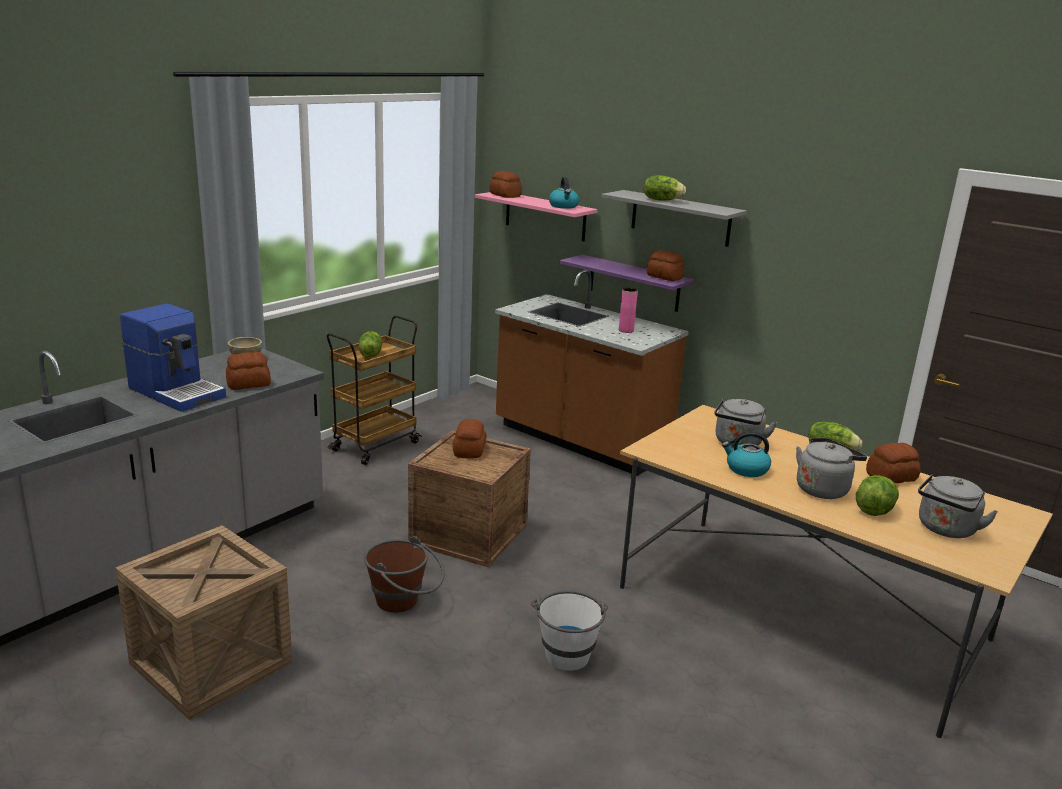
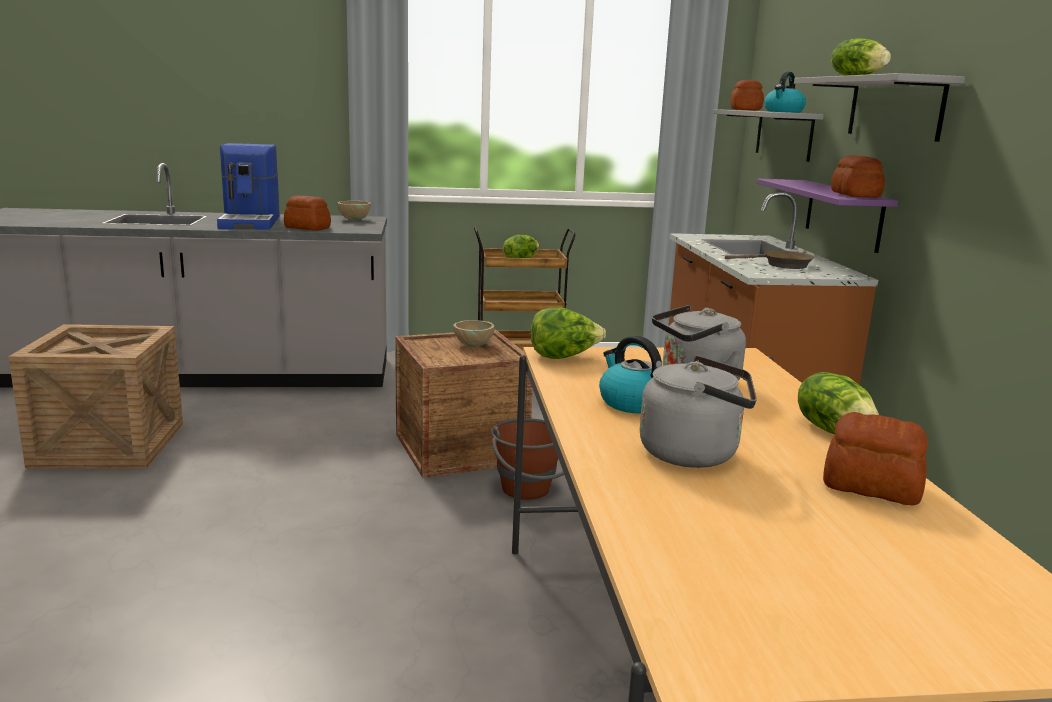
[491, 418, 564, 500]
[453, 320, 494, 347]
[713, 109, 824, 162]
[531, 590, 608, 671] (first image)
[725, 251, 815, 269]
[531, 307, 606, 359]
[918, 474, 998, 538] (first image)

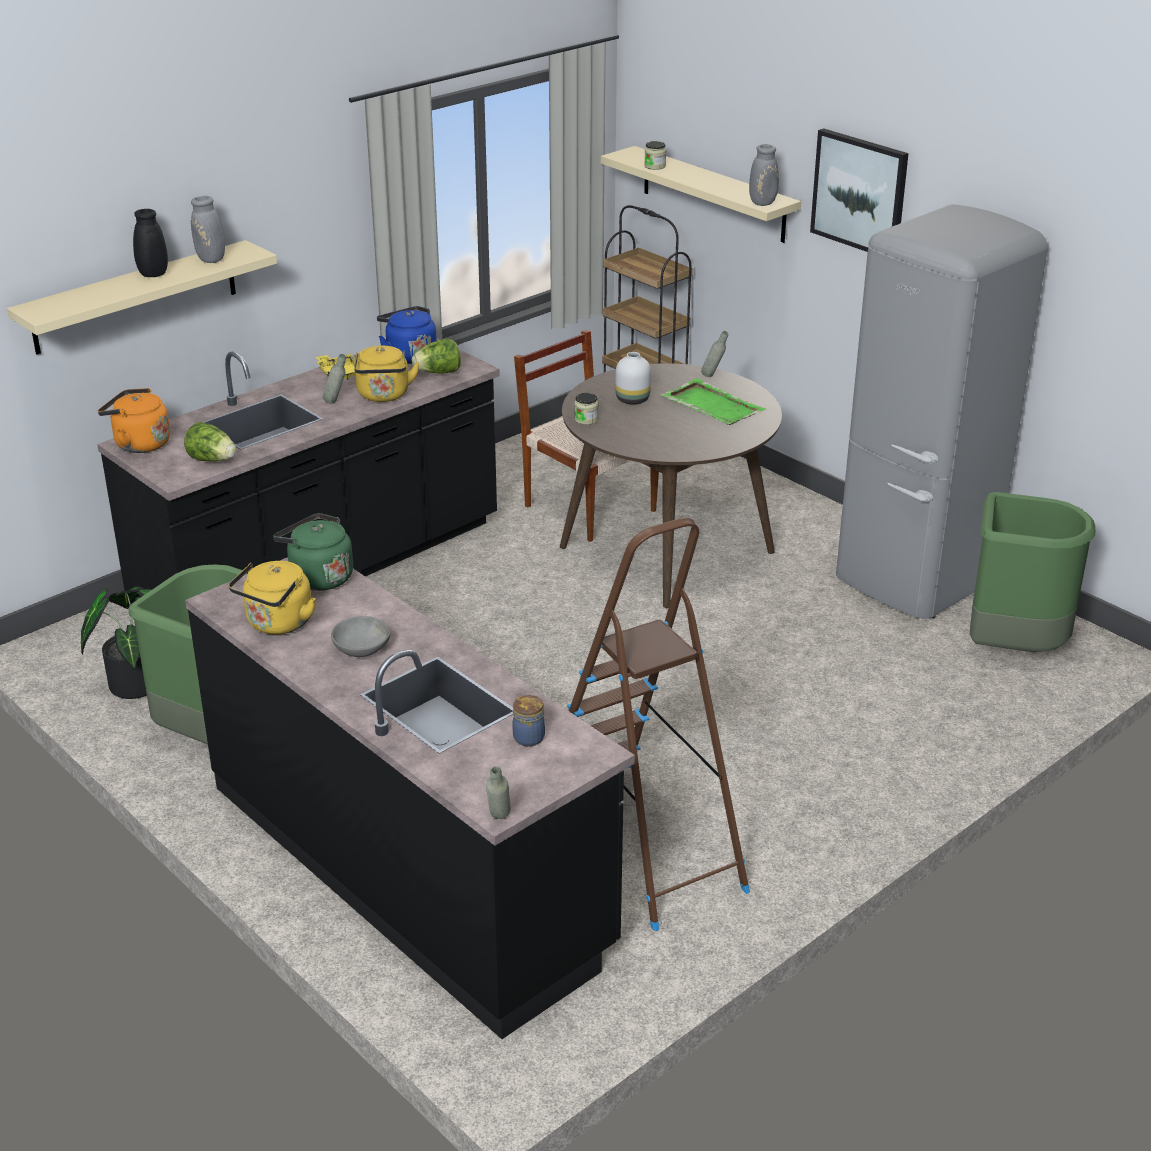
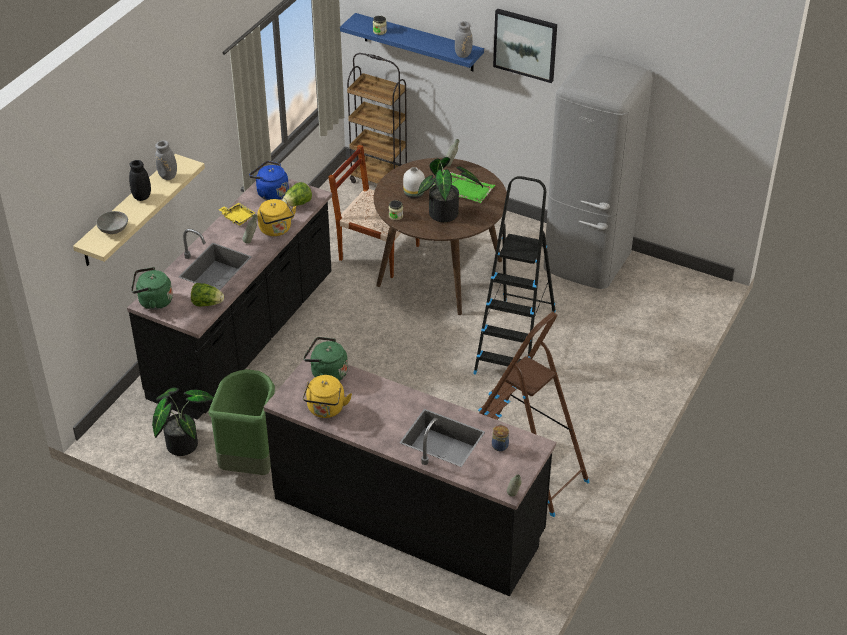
[131, 267, 173, 310]
[96, 211, 128, 234]
[340, 13, 484, 71]
[970, 492, 1095, 652] (first image)
[417, 157, 483, 222]
[474, 176, 556, 375]

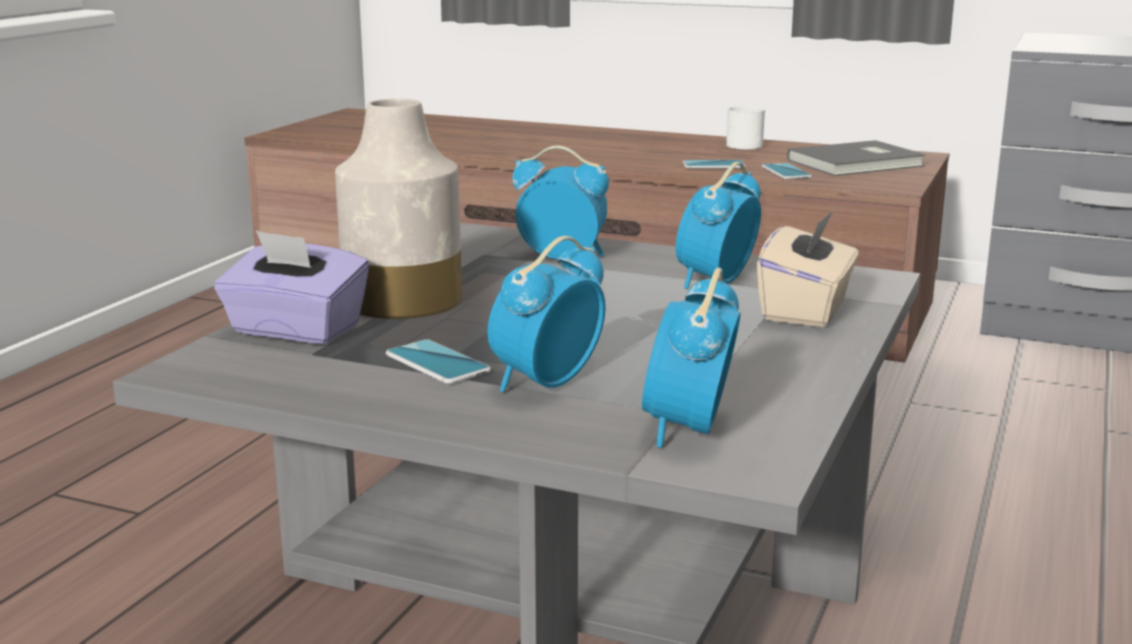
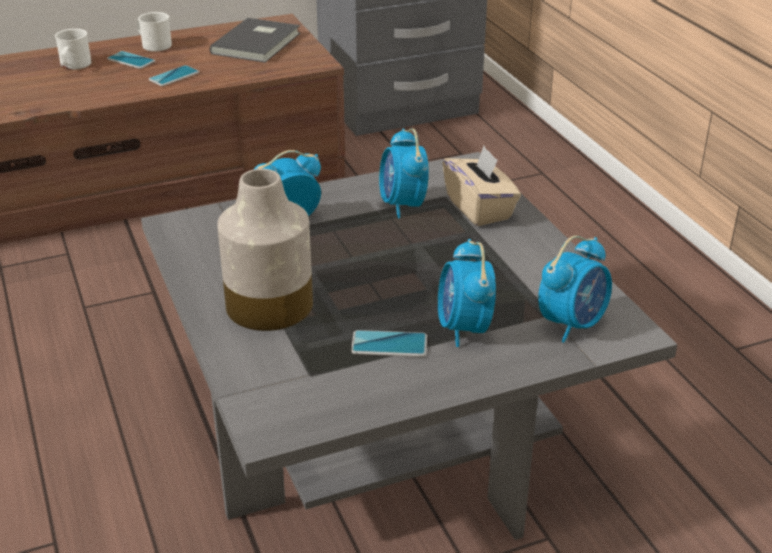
[214, 230, 369, 344] (first image)
[538, 236, 612, 343]
[107, 51, 155, 69]
[55, 29, 91, 70]

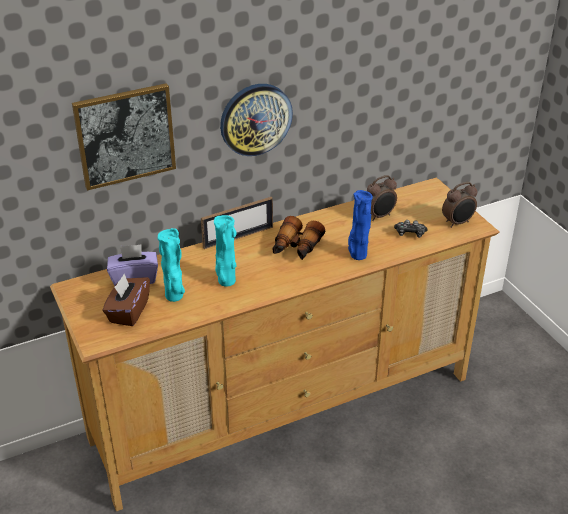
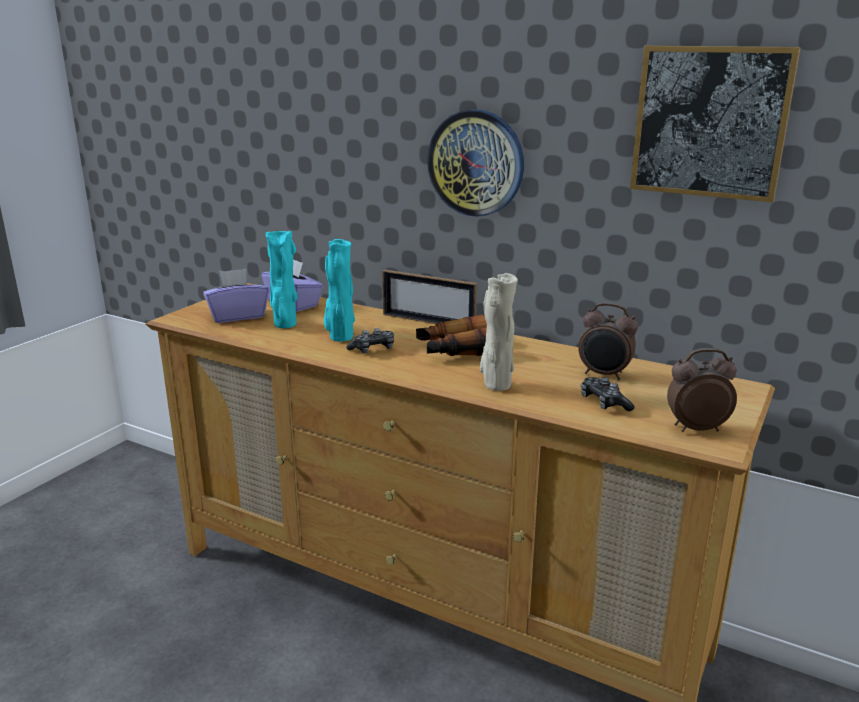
[630, 46, 801, 202]
[203, 269, 269, 323]
[480, 273, 518, 391]
[667, 348, 737, 432]
[347, 328, 394, 353]

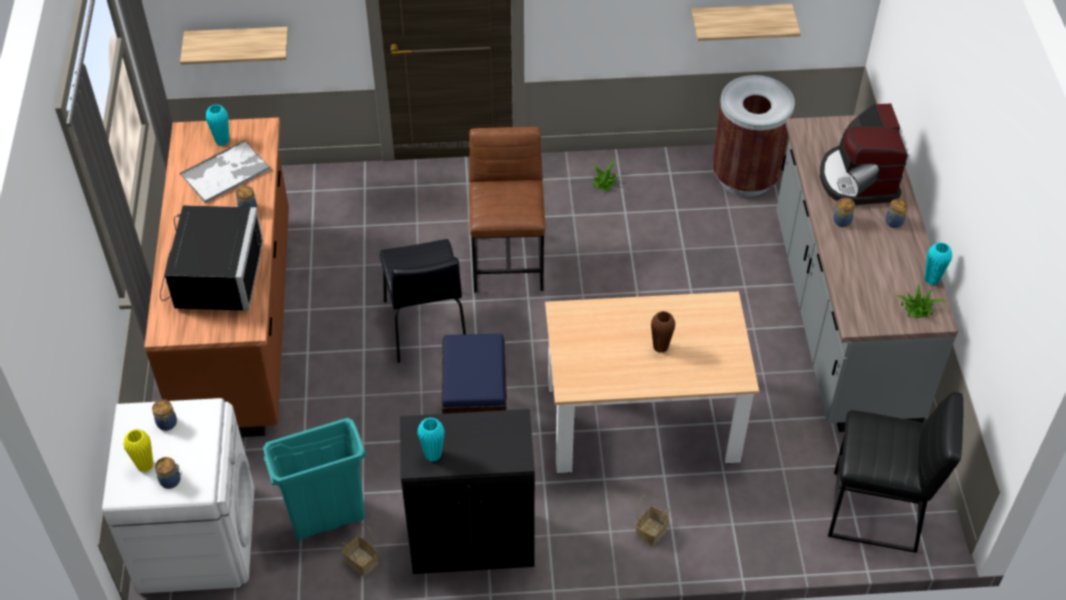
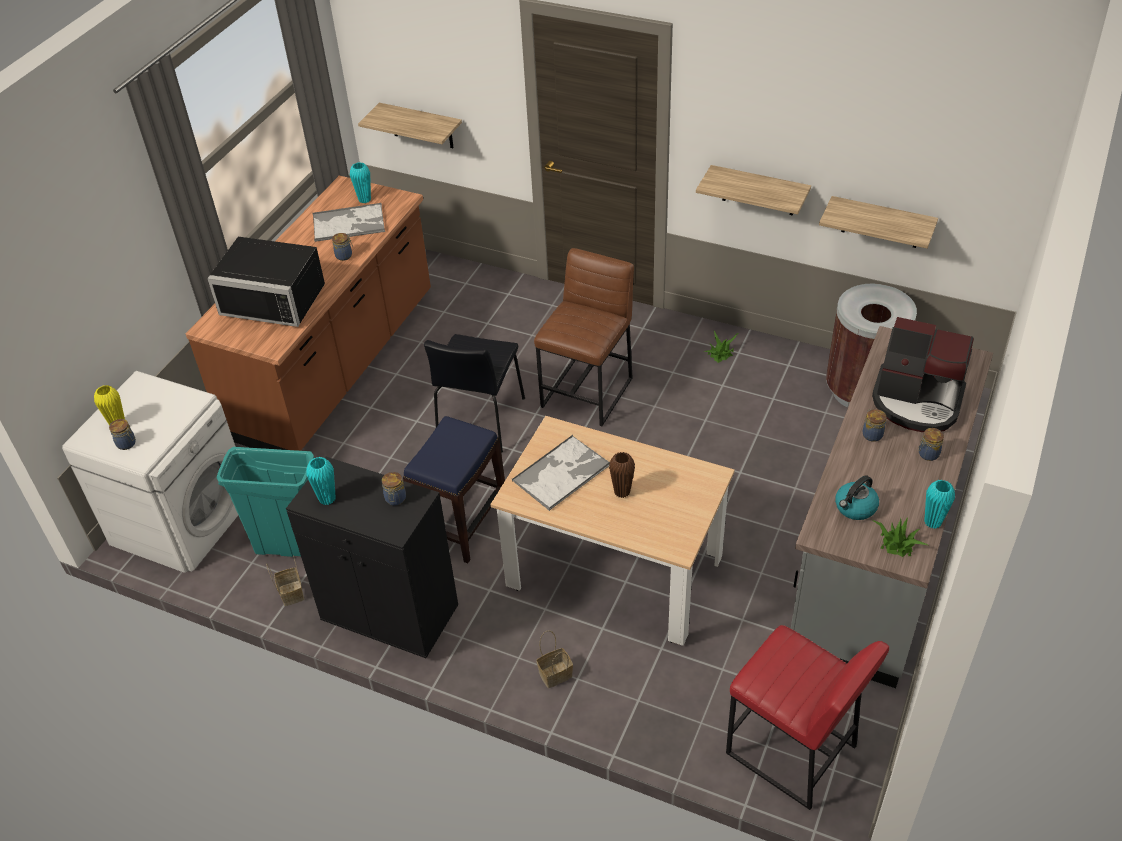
[382, 472, 406, 506]
[207, 237, 325, 327]
[872, 317, 974, 432]
[726, 625, 889, 810]
[512, 435, 610, 511]
[696, 165, 811, 216]
[835, 475, 879, 520]

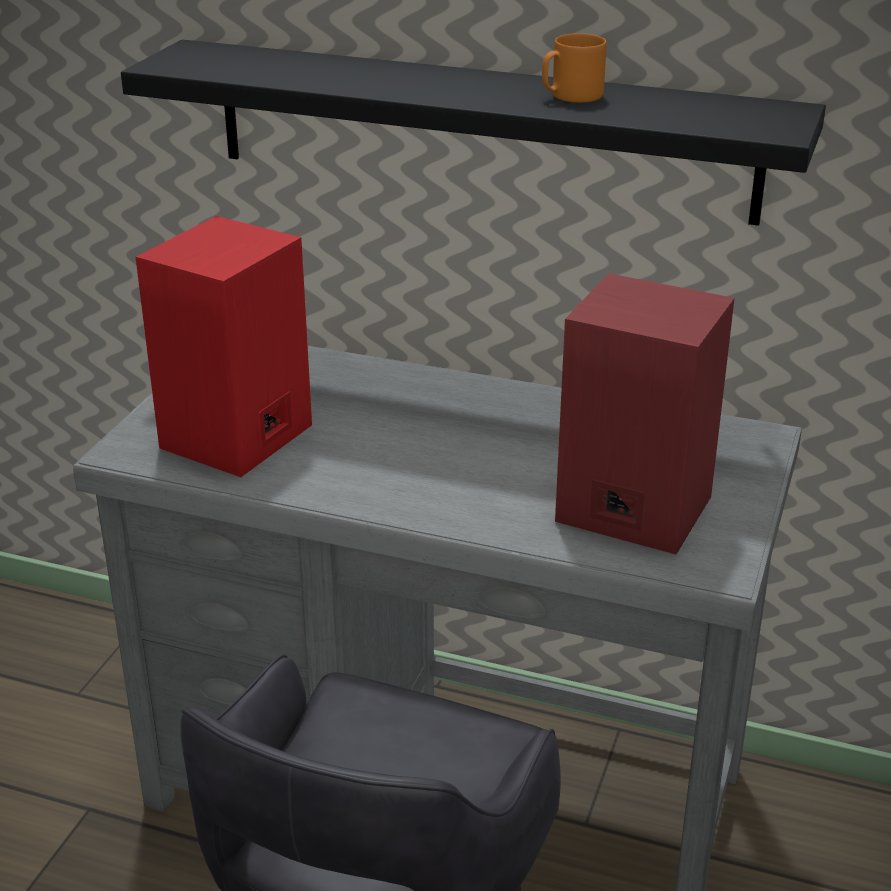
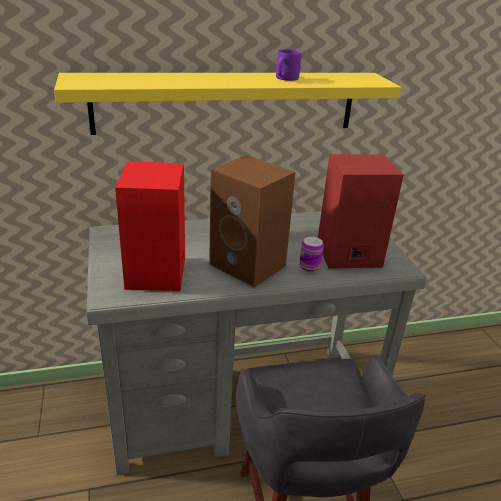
[54, 73, 401, 135]
[276, 49, 302, 81]
[209, 155, 296, 287]
[299, 236, 324, 272]

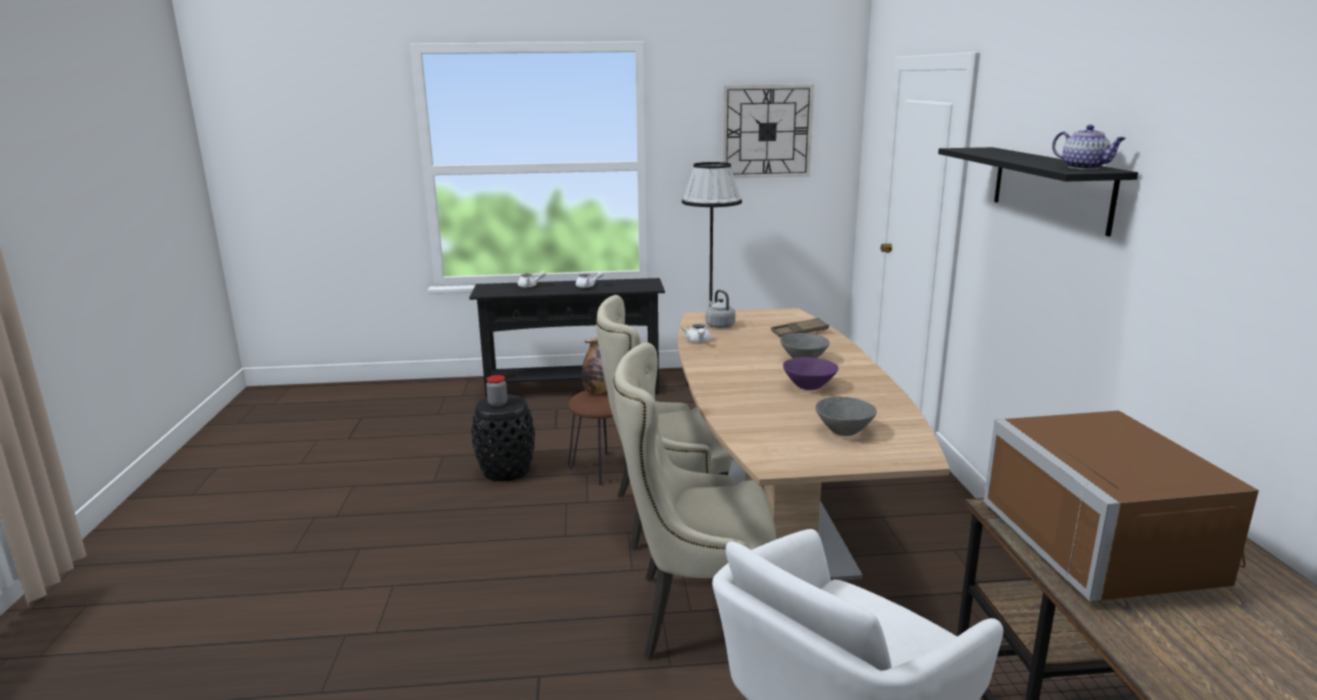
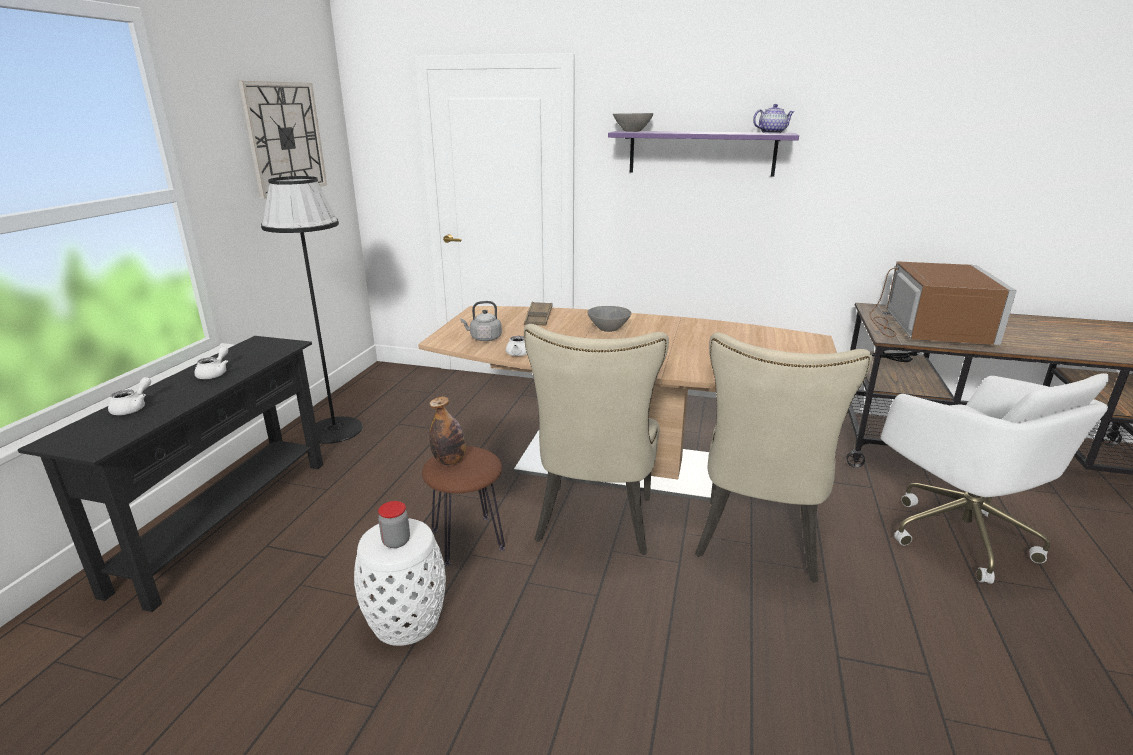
[354, 518, 446, 646]
[783, 357, 838, 390] (first image)
[613, 113, 653, 132]
[608, 131, 799, 177]
[870, 261, 1017, 345]

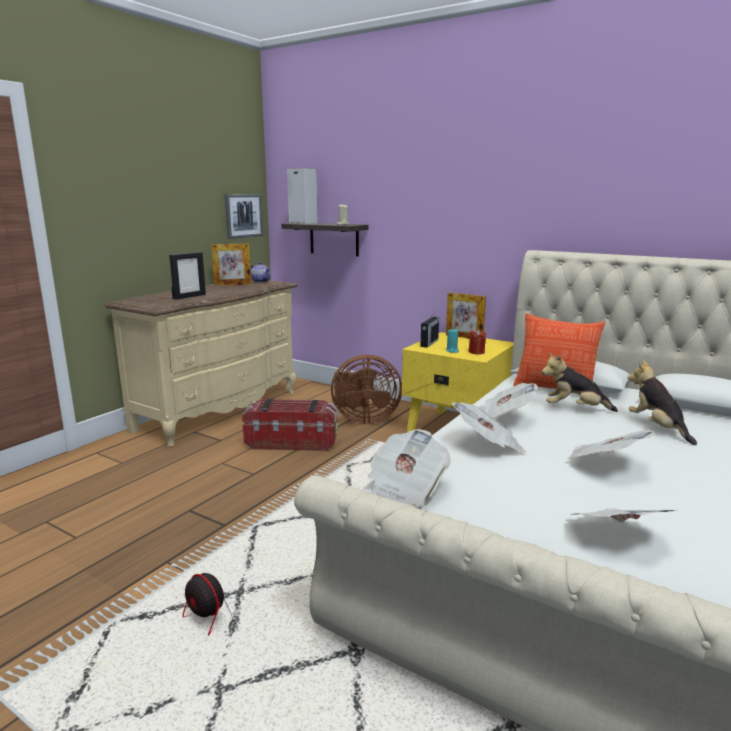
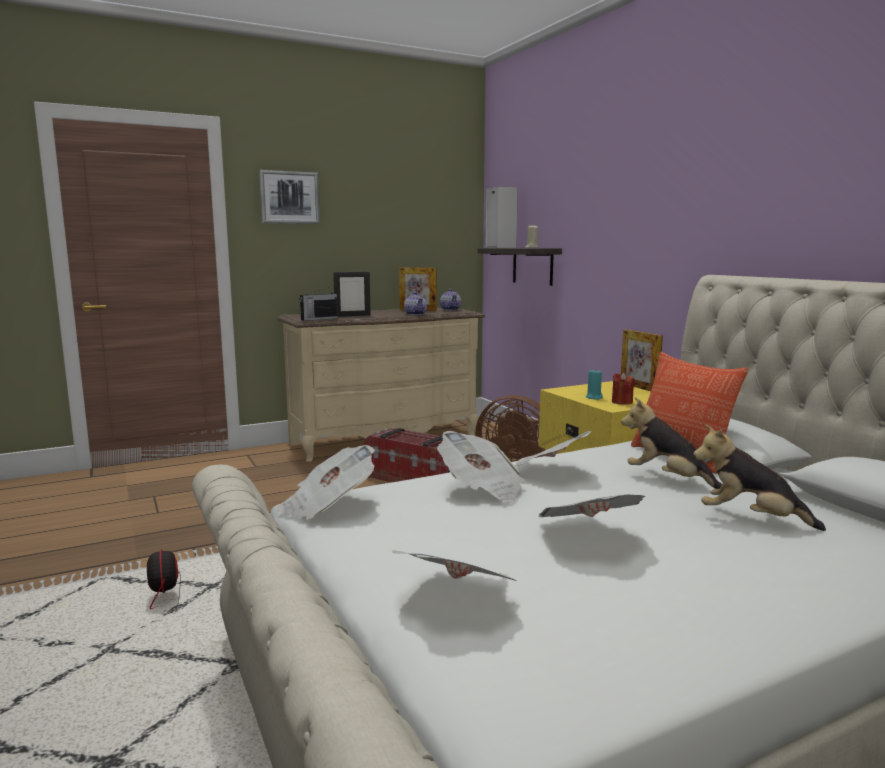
[259, 170, 320, 224]
[299, 287, 338, 321]
[693, 424, 826, 531]
[404, 292, 427, 315]

